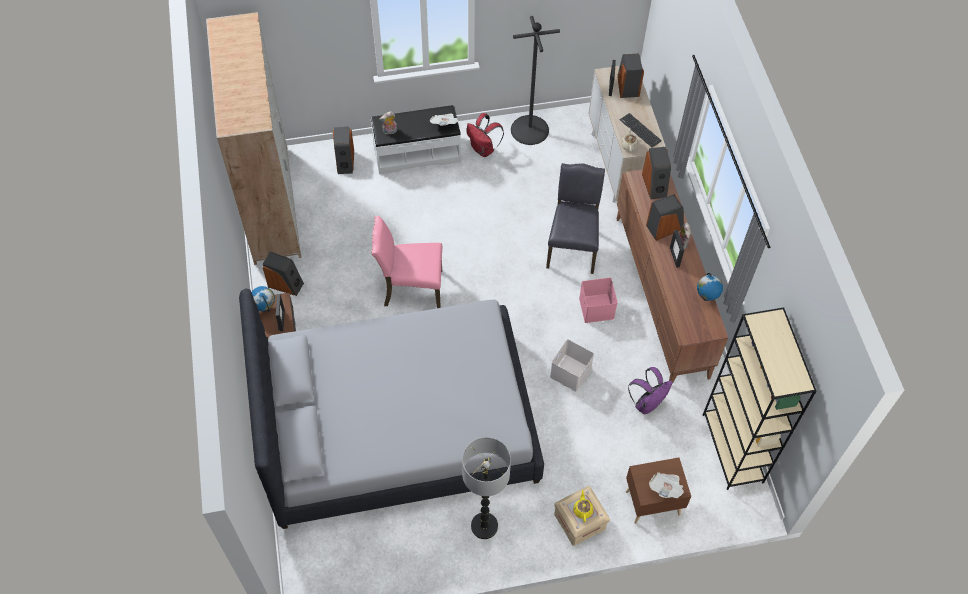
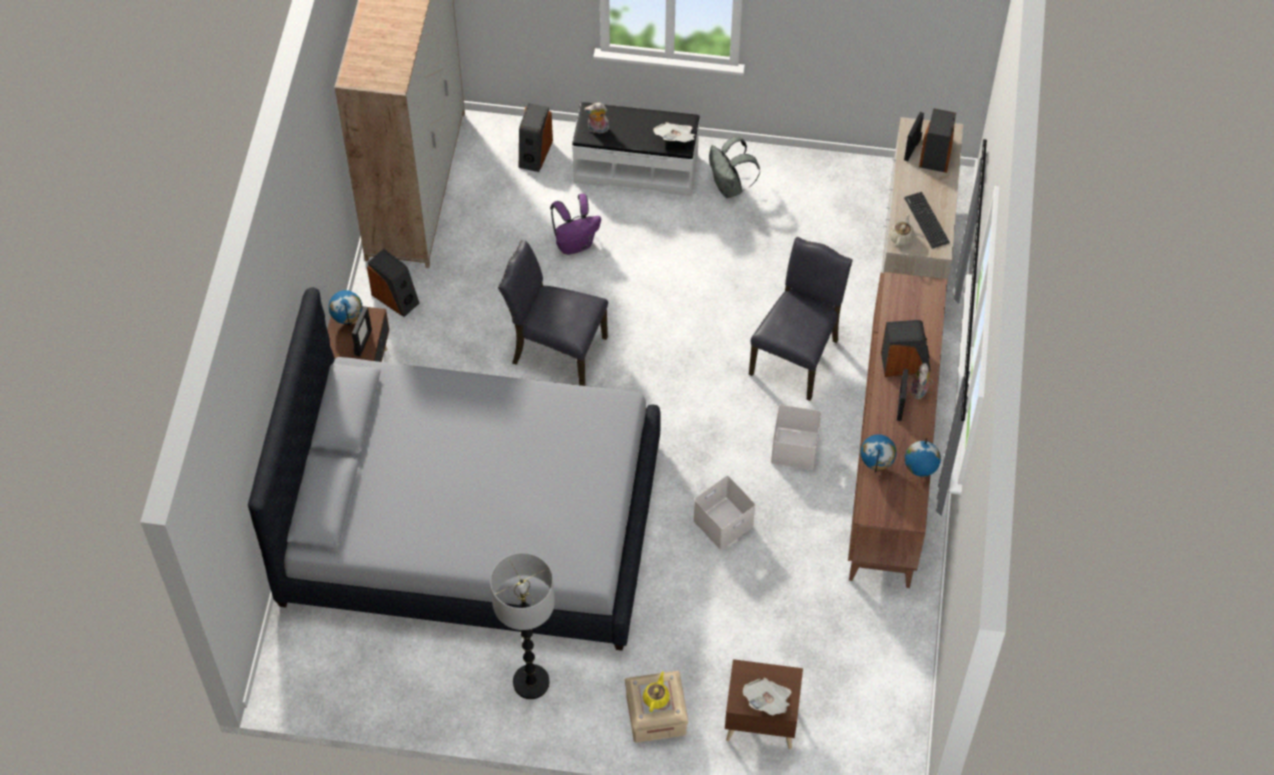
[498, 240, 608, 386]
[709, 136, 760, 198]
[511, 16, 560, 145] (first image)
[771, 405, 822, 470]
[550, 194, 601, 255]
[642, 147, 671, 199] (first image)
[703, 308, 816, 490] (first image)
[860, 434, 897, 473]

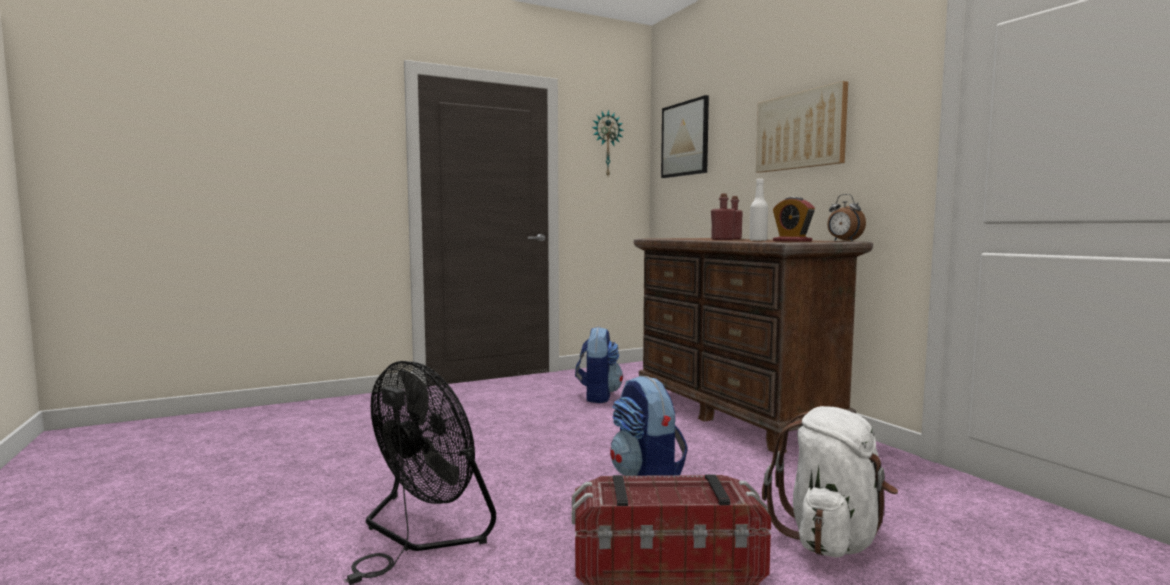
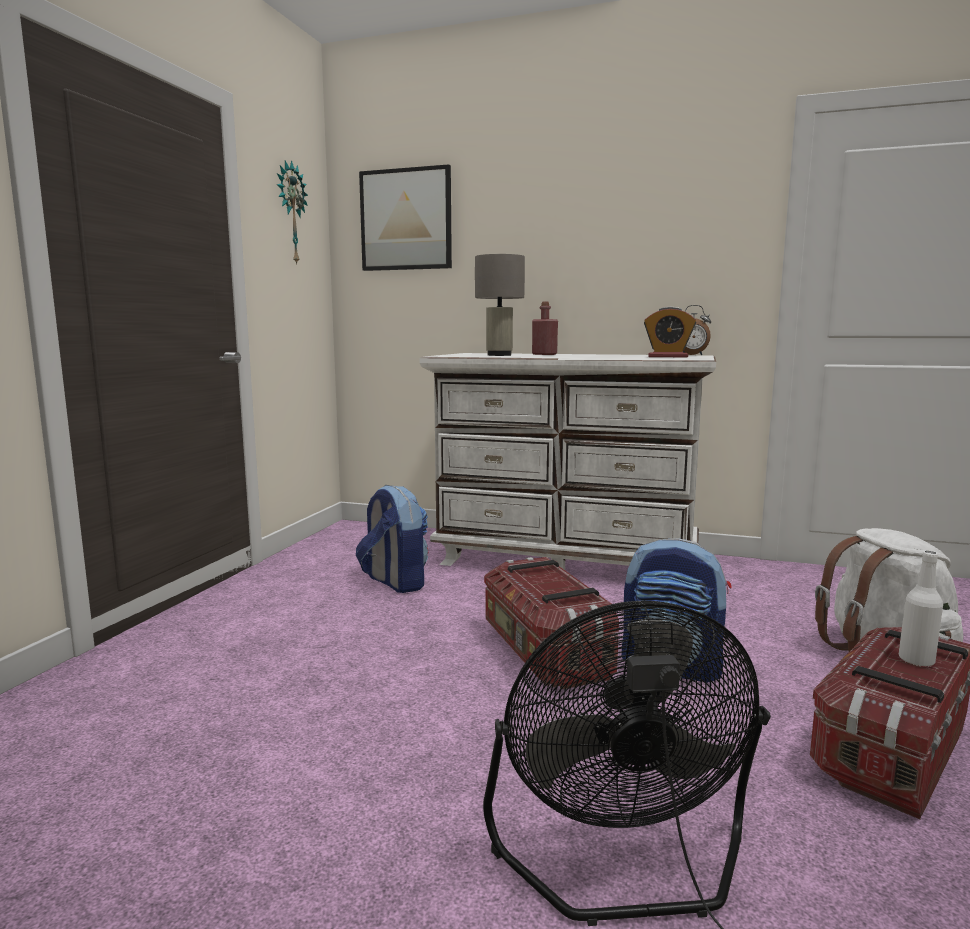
[419, 353, 716, 570]
[711, 194, 736, 240] (first image)
[899, 551, 943, 666]
[756, 81, 848, 173] (first image)
[475, 254, 525, 356]
[484, 557, 619, 689]

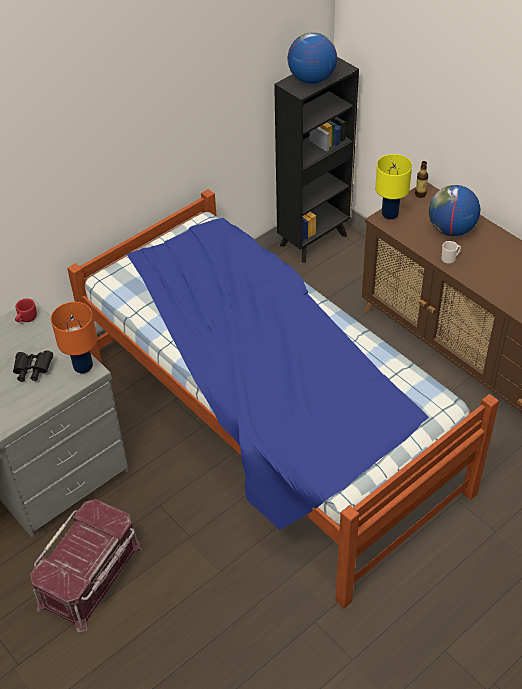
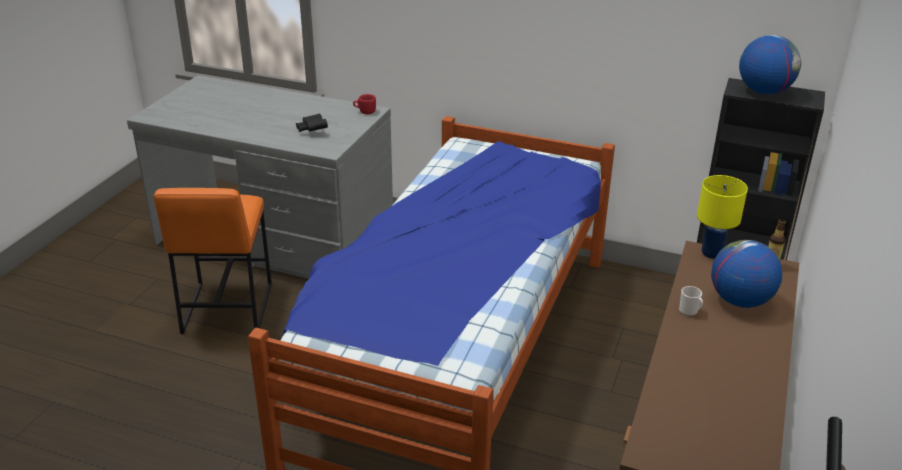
[153, 188, 272, 334]
[51, 302, 97, 373] (first image)

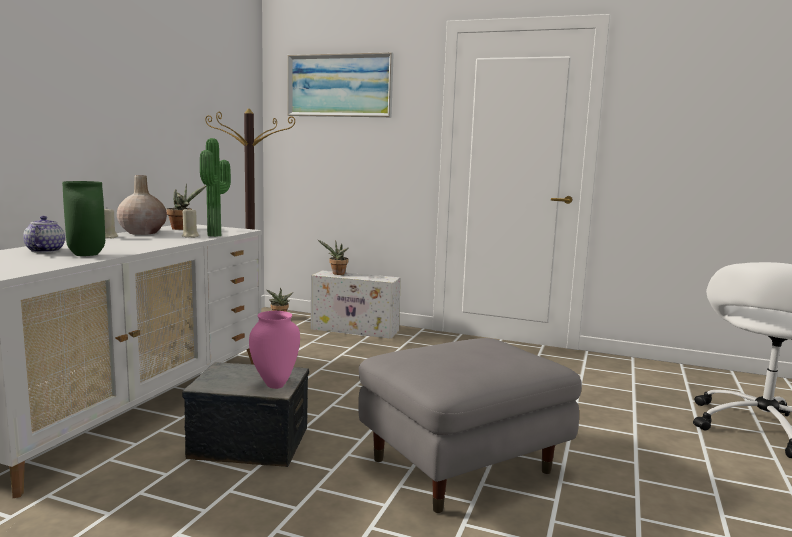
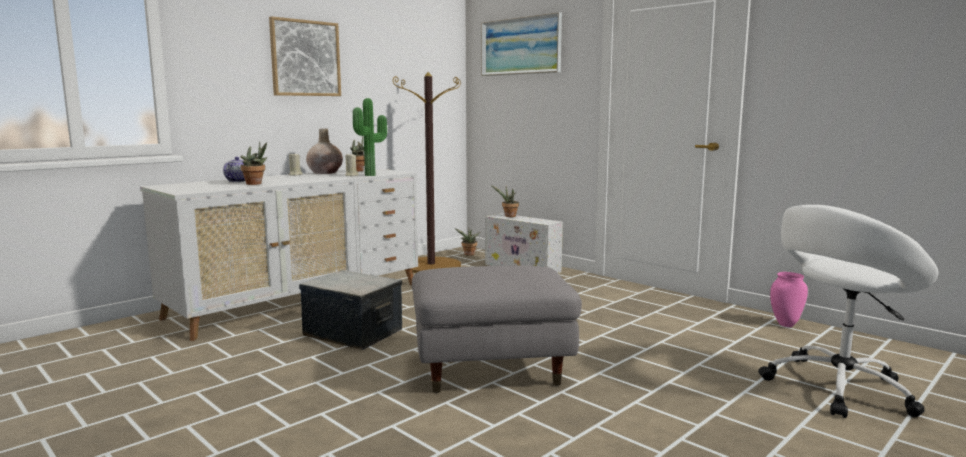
[240, 141, 268, 185]
[770, 272, 808, 327]
[269, 16, 341, 96]

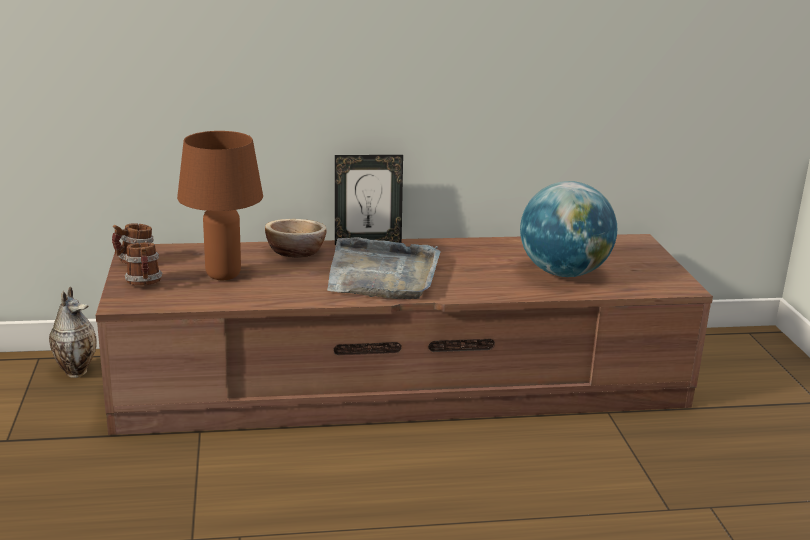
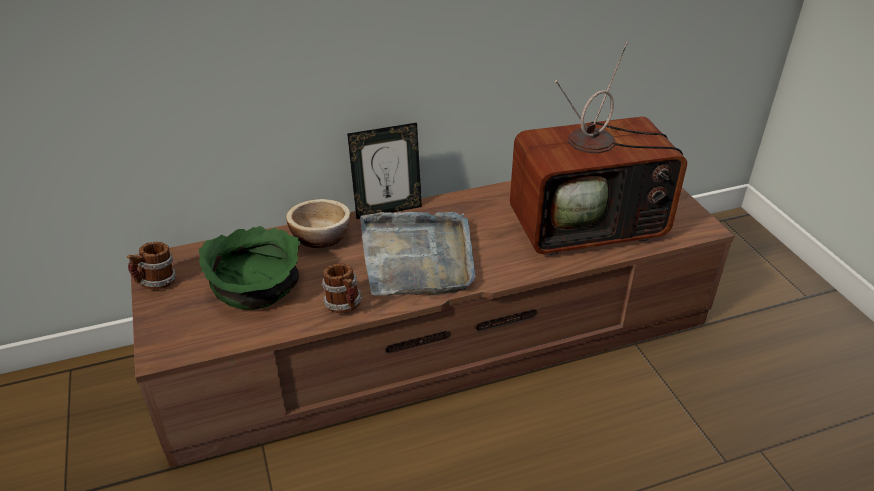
[49, 287, 97, 378] (first image)
[321, 263, 362, 313]
[199, 226, 301, 310]
[510, 41, 687, 255]

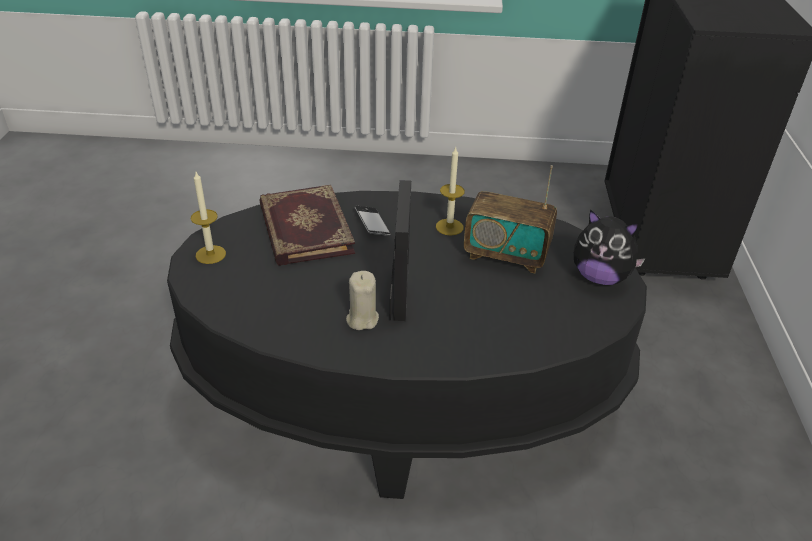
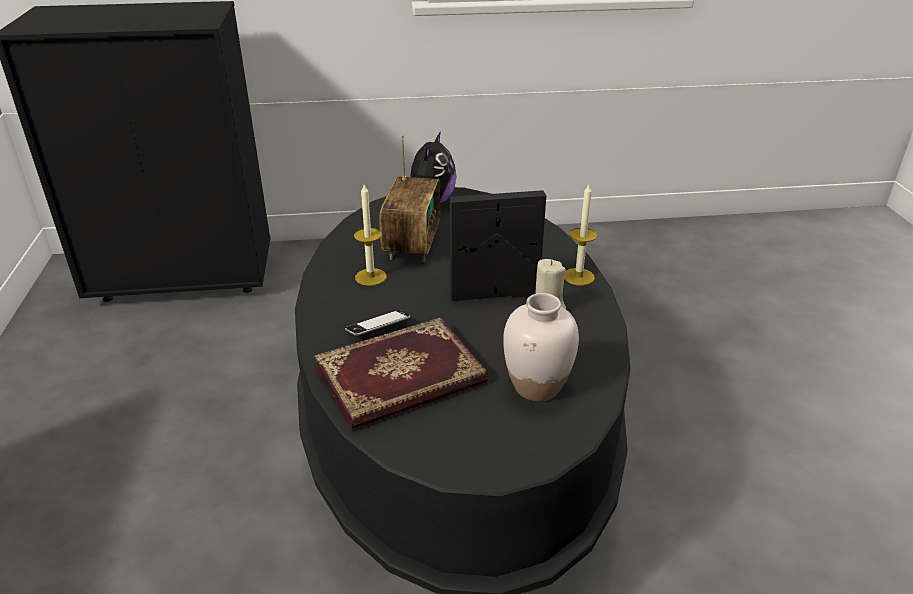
[564, 184, 597, 286]
[503, 293, 579, 402]

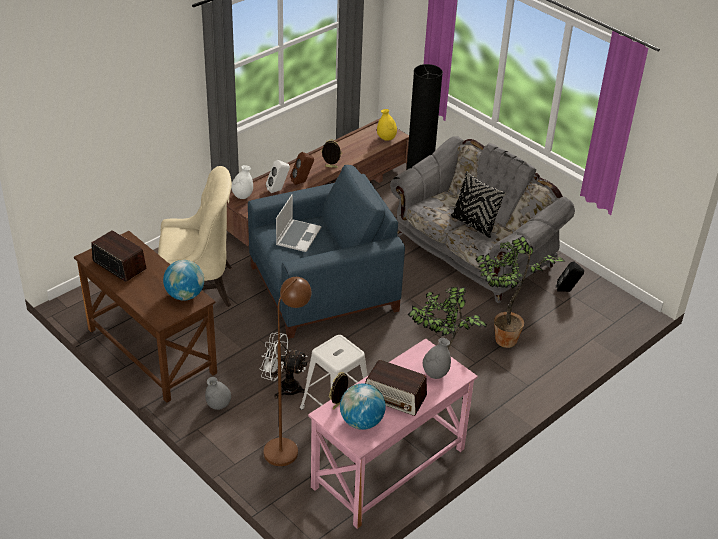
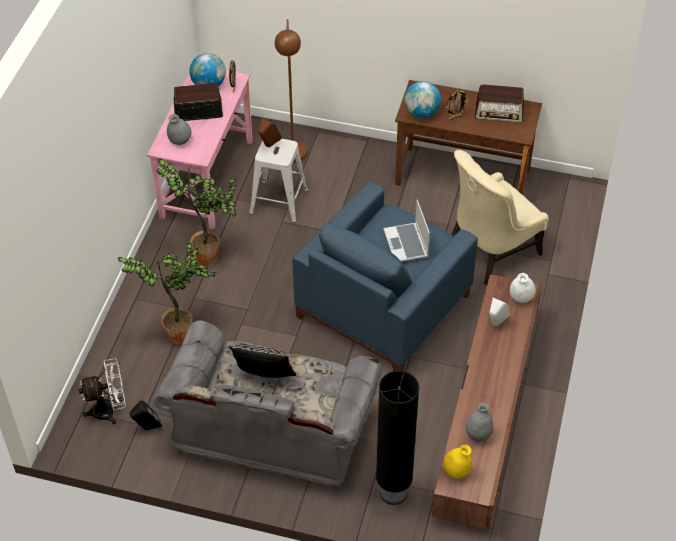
[465, 403, 493, 442]
[78, 358, 126, 424]
[258, 118, 282, 147]
[446, 90, 468, 120]

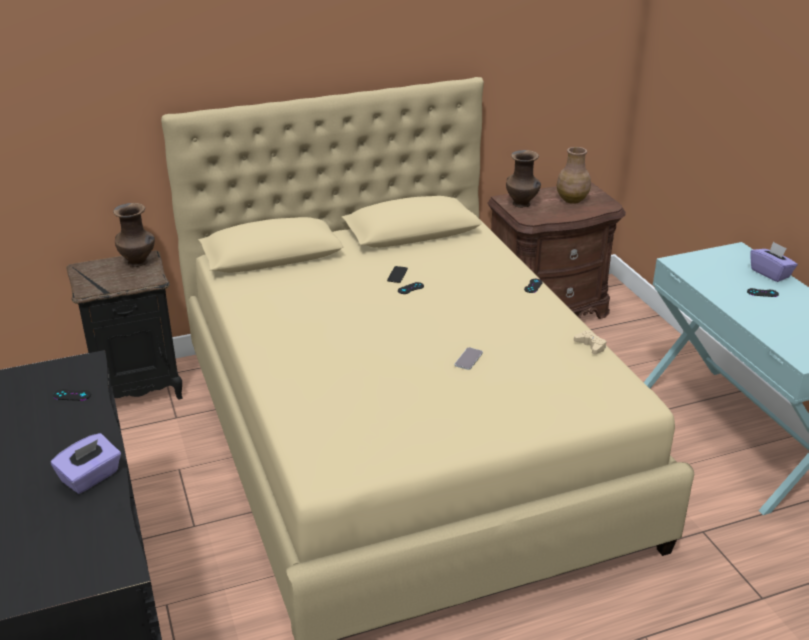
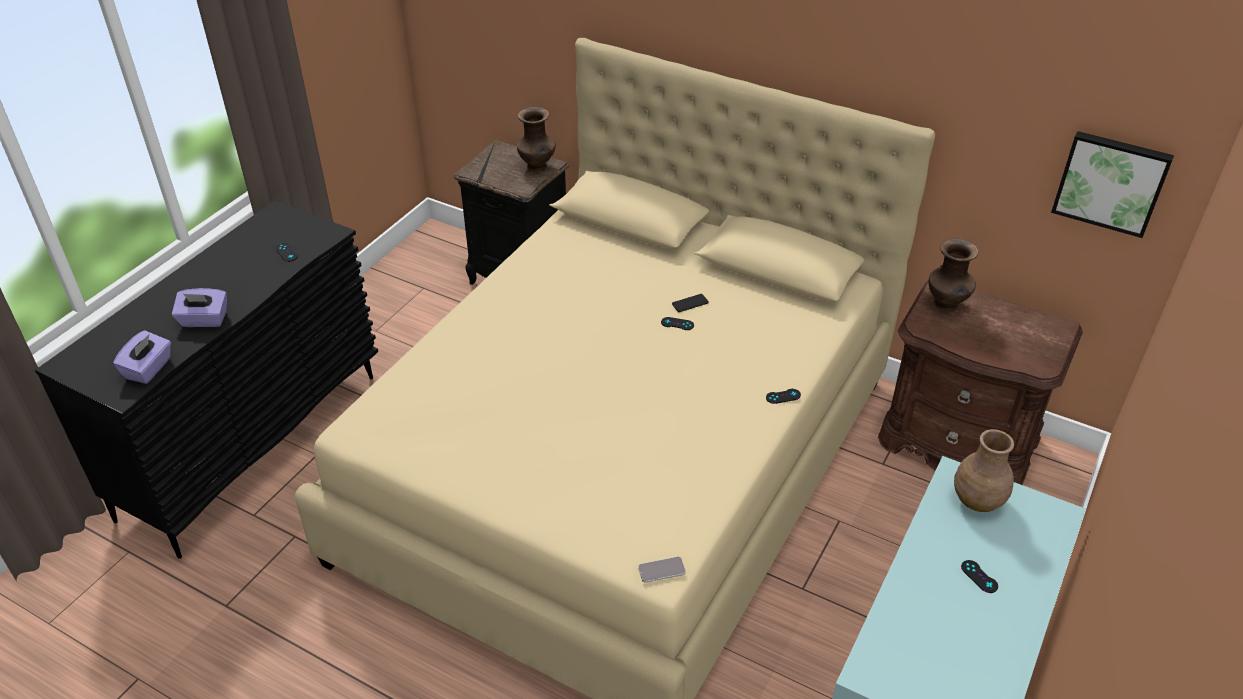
[638, 556, 686, 583]
[954, 429, 1014, 512]
[574, 330, 606, 354] (first image)
[113, 330, 171, 384]
[1051, 131, 1174, 238]

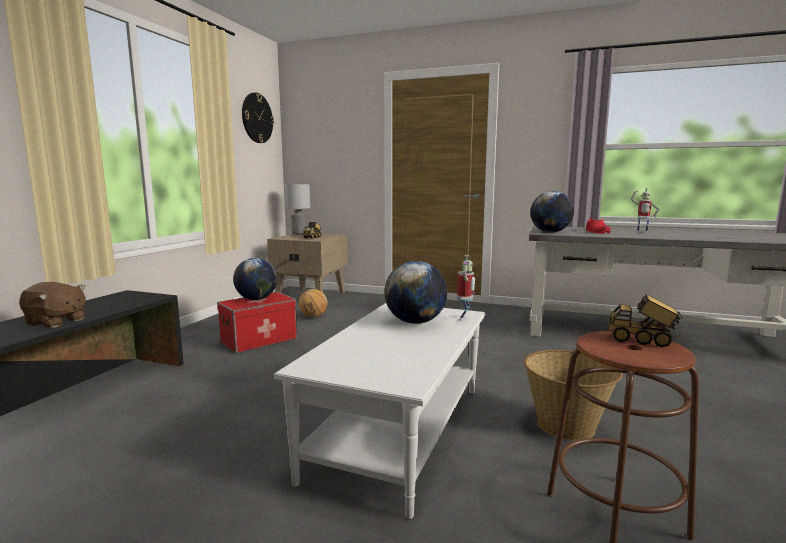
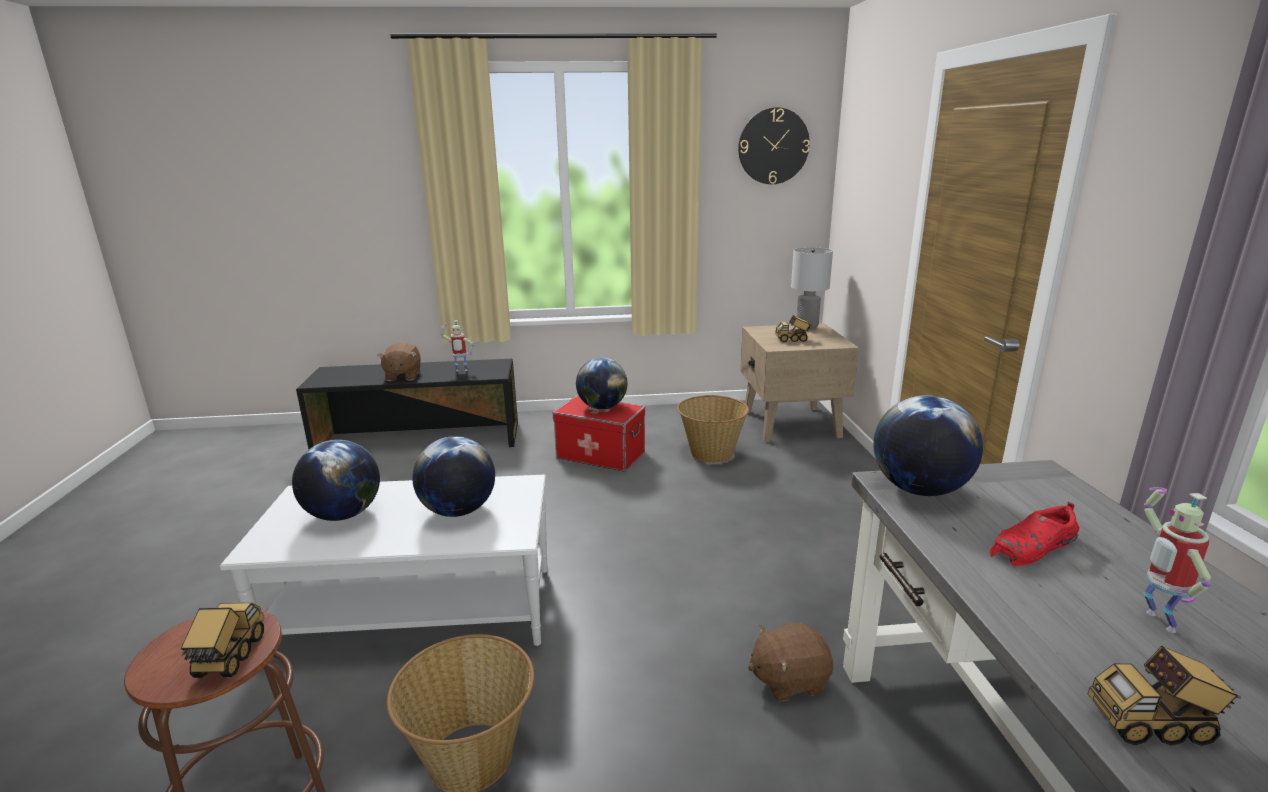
[677, 395, 749, 463]
[441, 321, 474, 371]
[292, 440, 380, 521]
[748, 623, 833, 702]
[1088, 646, 1241, 746]

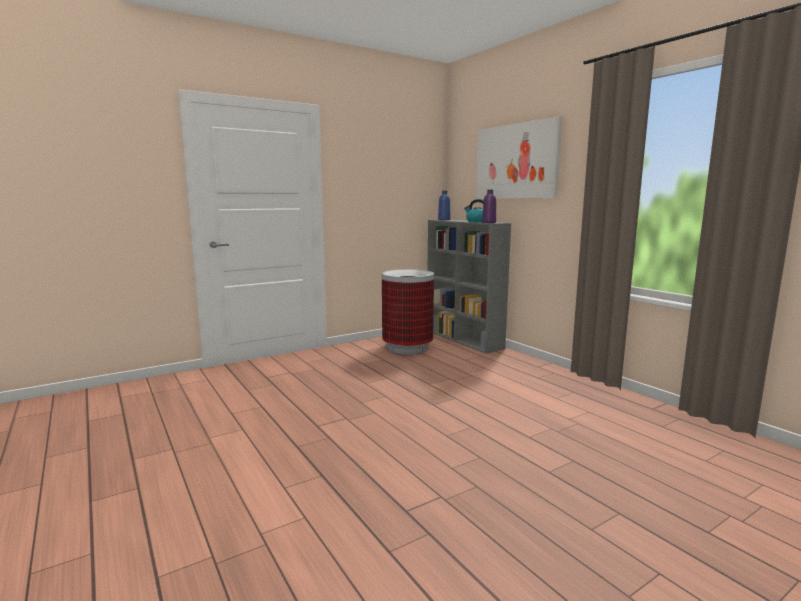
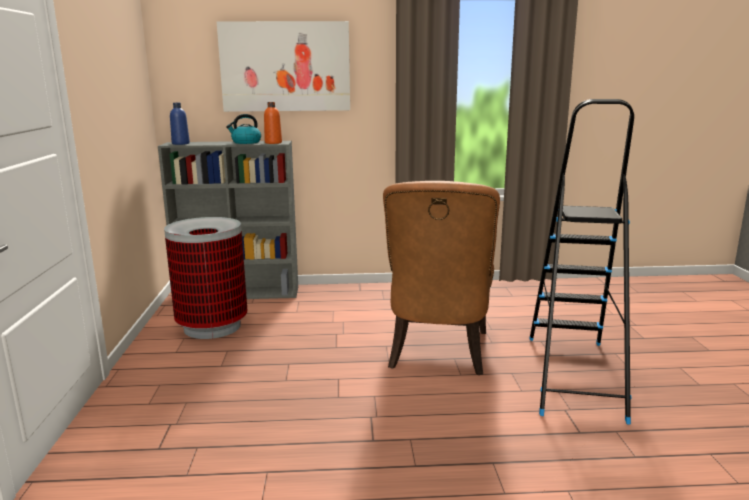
[264, 102, 282, 144]
[383, 181, 500, 375]
[529, 99, 634, 425]

